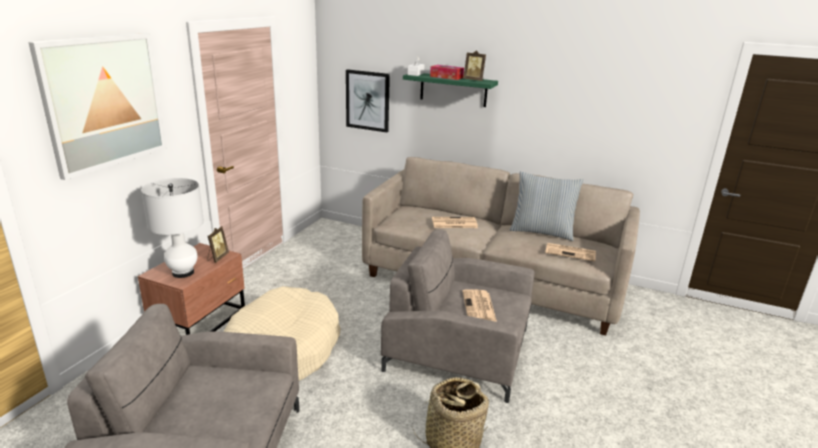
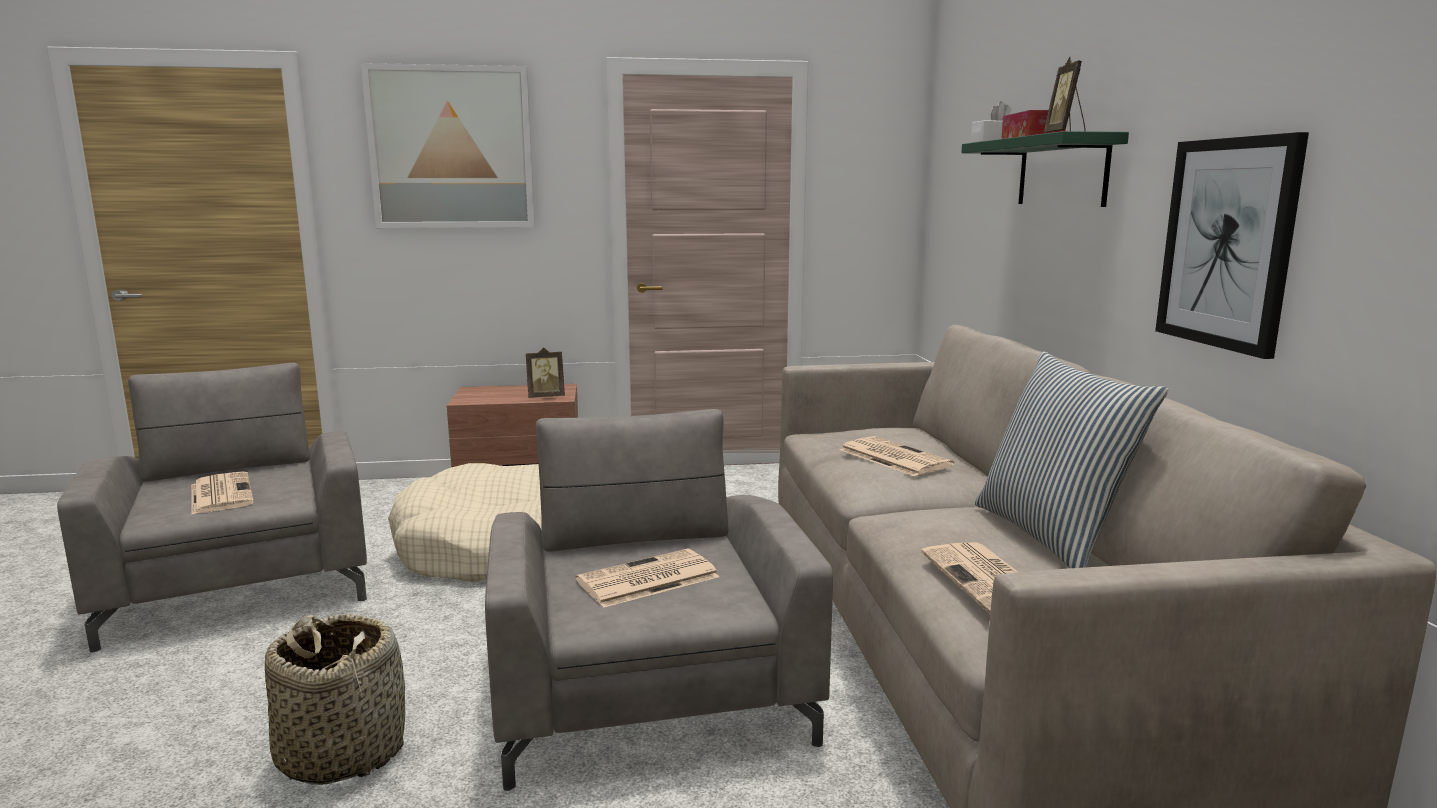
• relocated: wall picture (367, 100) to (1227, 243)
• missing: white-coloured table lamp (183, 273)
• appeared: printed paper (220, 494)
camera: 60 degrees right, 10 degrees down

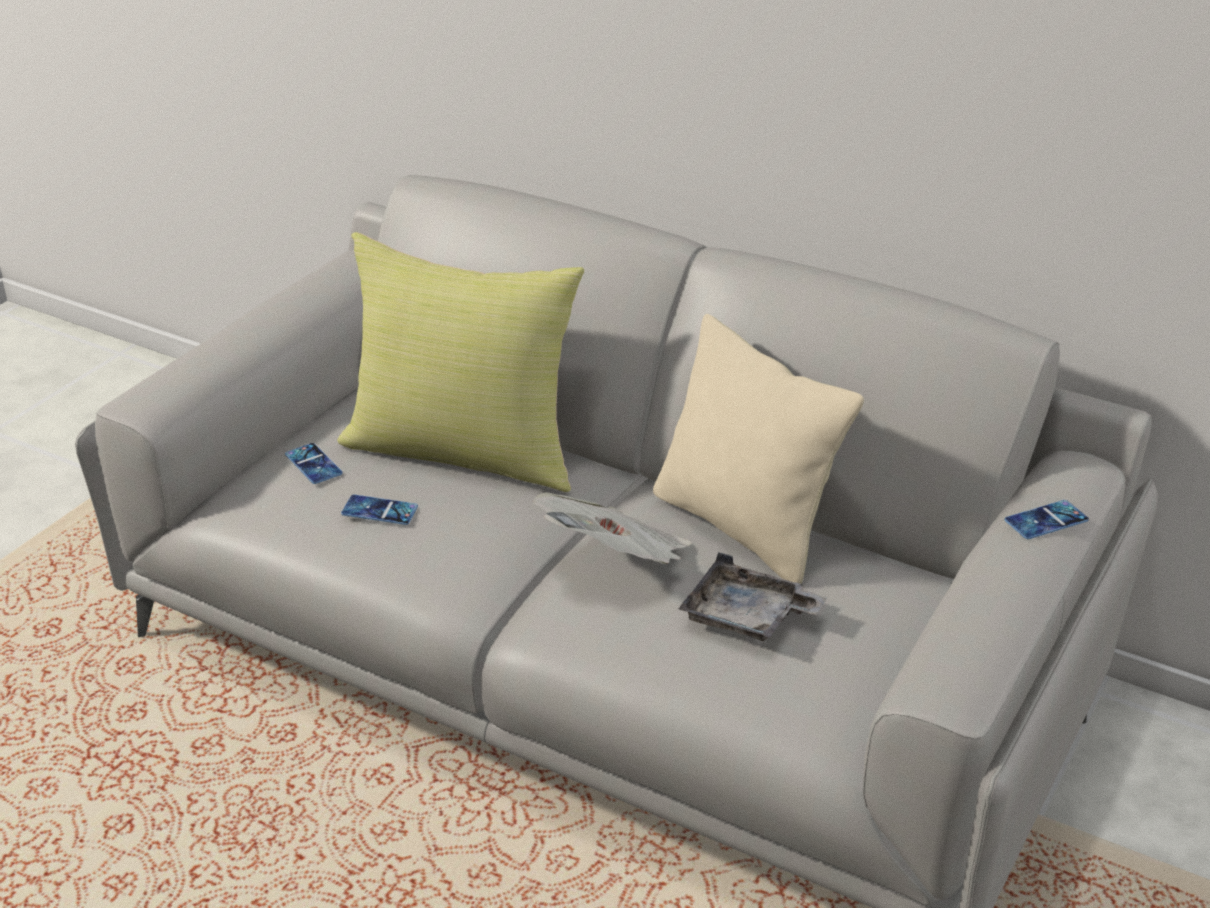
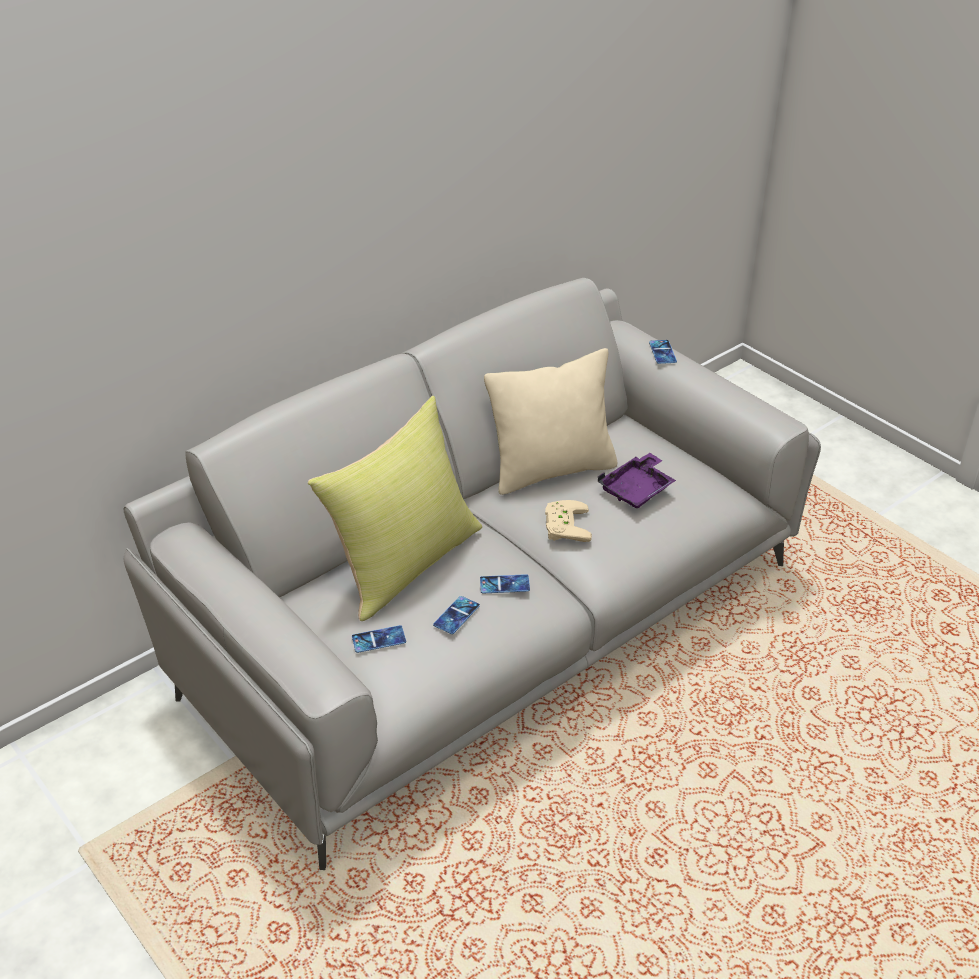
• exchanged: printed paper (616, 561) to sand-coloured gamepad (563, 525)
• colour: gray serving tray (747, 617) to purplish serving tray (637, 490)
• appeared: phone (504, 584)
camera: 70 degrees left, 5 degrees up

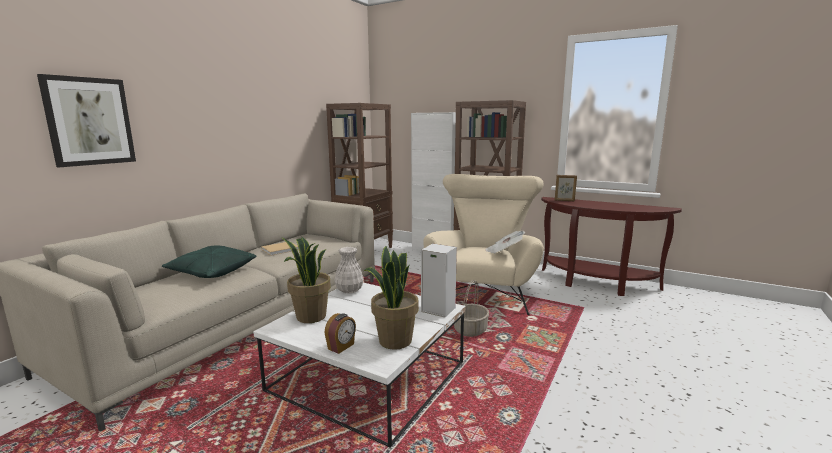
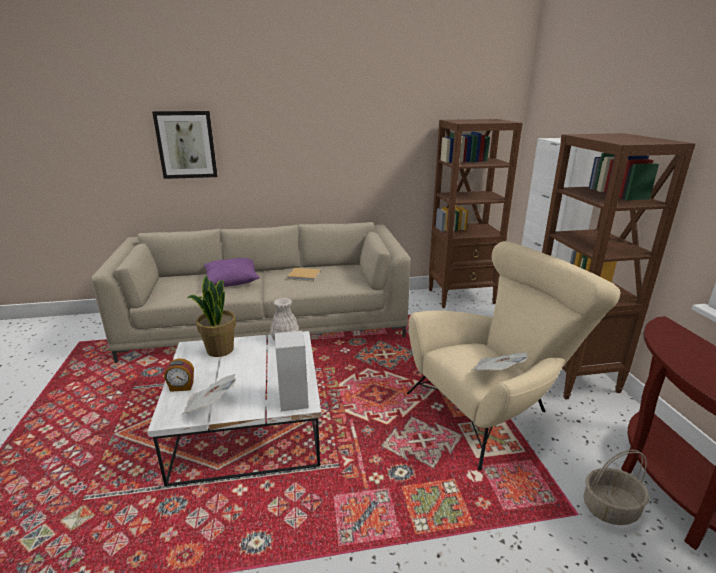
• missing: picture frame (564, 200)
• colour: green-coloured cushion (212, 272) to purplish cushion (231, 280)
• exchanged: houseplant (394, 341) to printed paper (210, 406)
• relocated: household basket (470, 330) to (610, 508)
camera: 50 degrees right, 10 degrees up

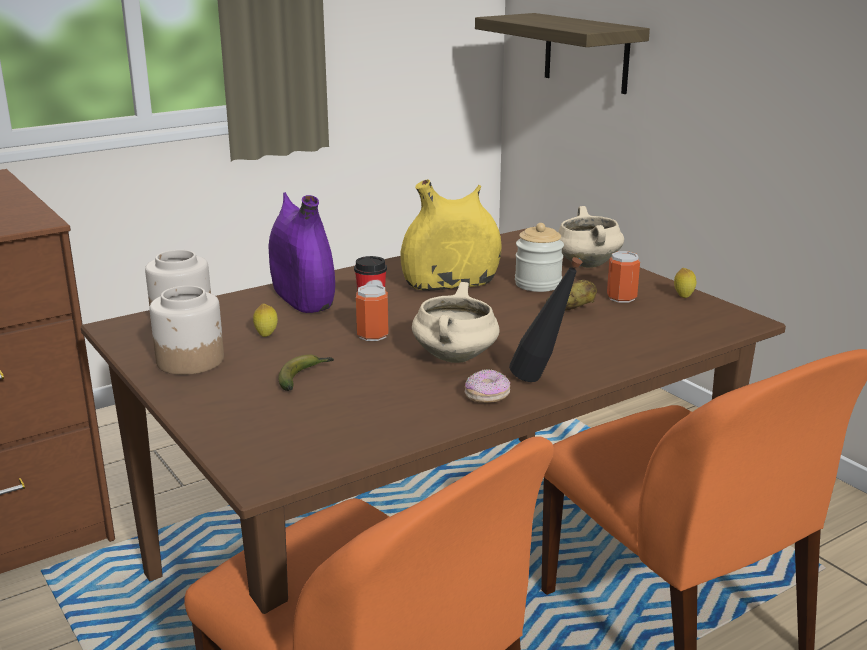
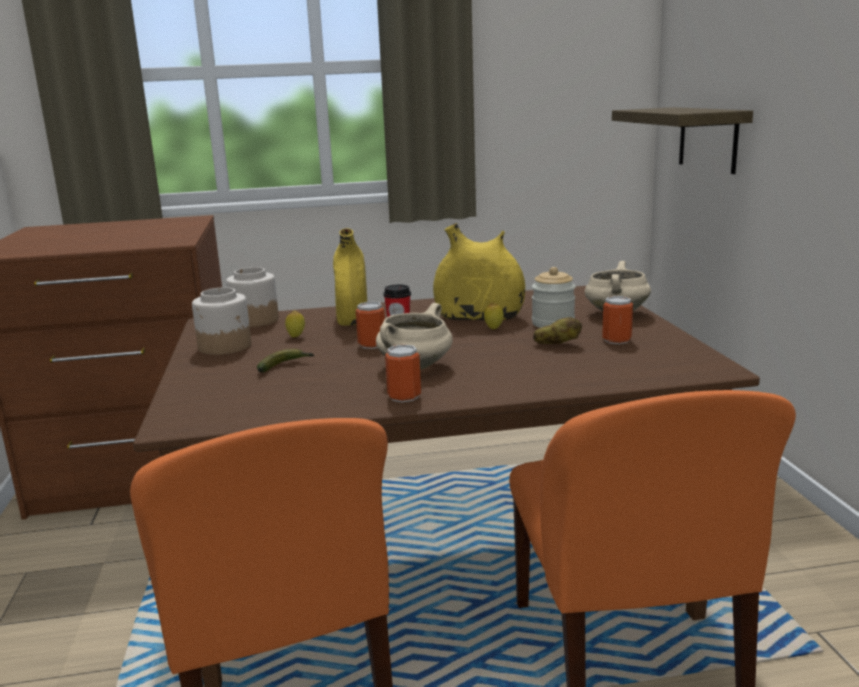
• colour: purplish flower vase (303, 299) to yellow-coloured flower vase (352, 317)
• missing: blackish beverage bottle (542, 381)
• relocated: whole lemon (683, 296) to (494, 328)
• exchanged: donut (487, 397) to can (404, 396)
camera: 25 degrees right, 5 degrees down

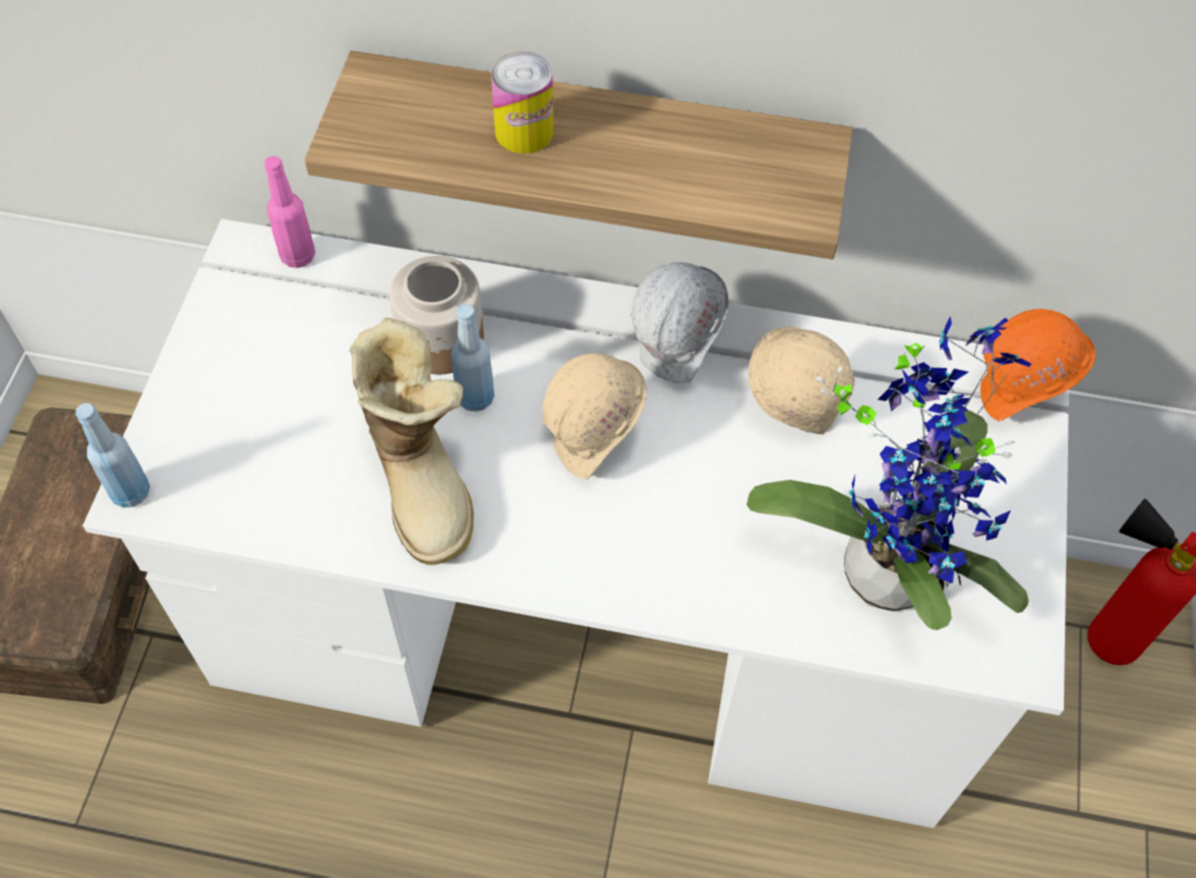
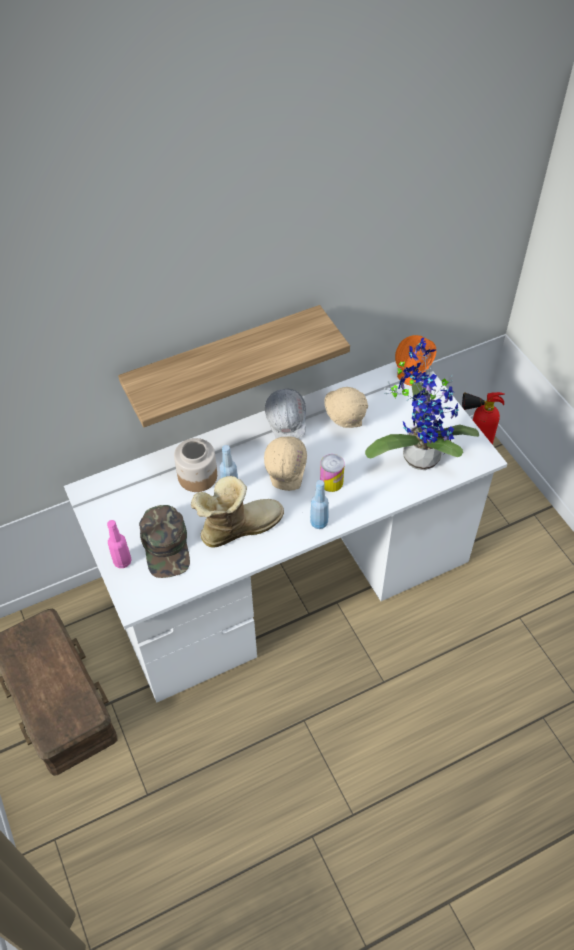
• relocated: can (524, 132) to (331, 482)
• relocated: pinkish beverage bottle (298, 256) to (122, 561)
• spun: boot (424, 478) = (238, 526) 60 degrees counterclockwise
• relocated: blue beverage bottle (131, 492) to (319, 522)
• appeared: green-coloured cap (166, 546)
camera: 35 degrees left, 5 degrees down

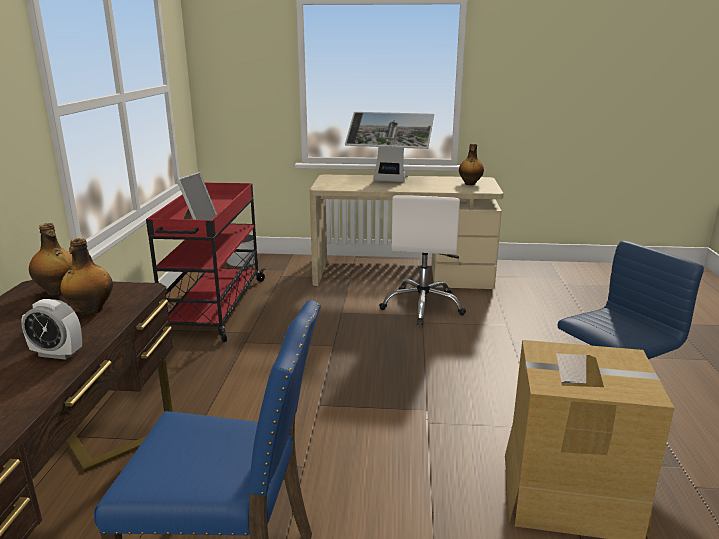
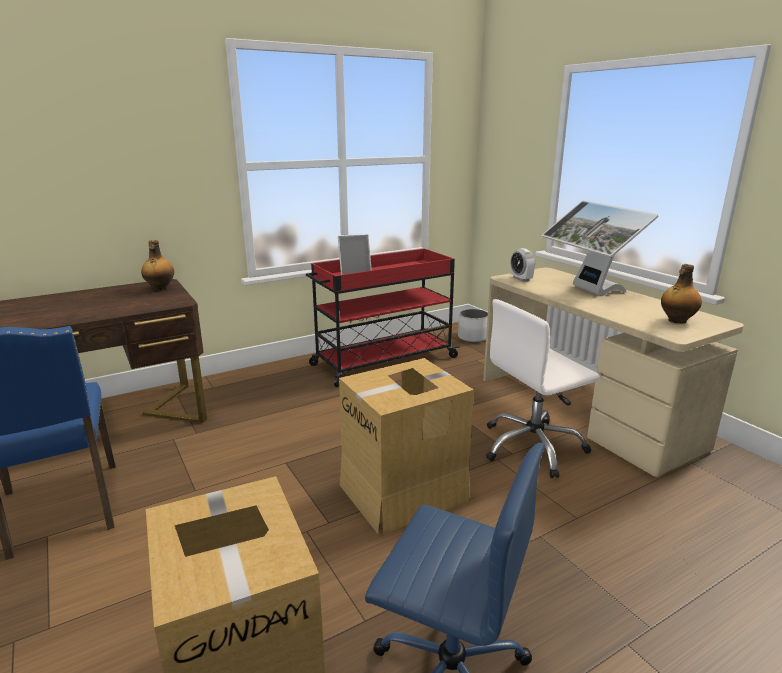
• missing: beverage bottle (90, 310)
• relocated: bedside clock (57, 354) to (521, 279)
• appeared: carton (404, 492)
camera: 55 degrees right, 0 degrees up

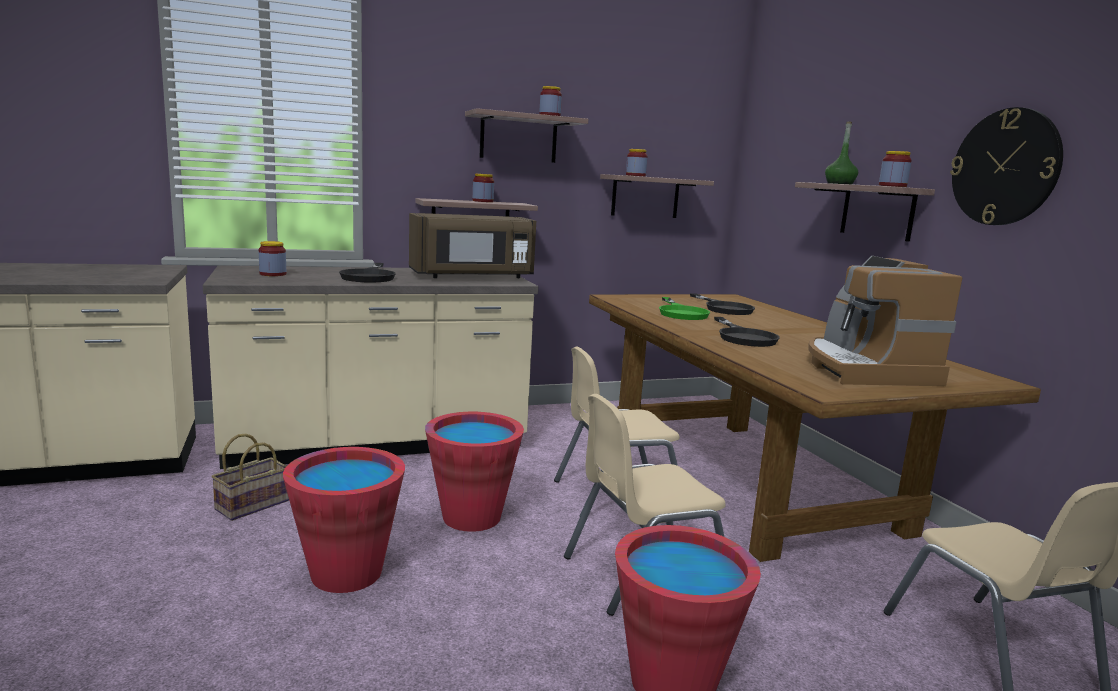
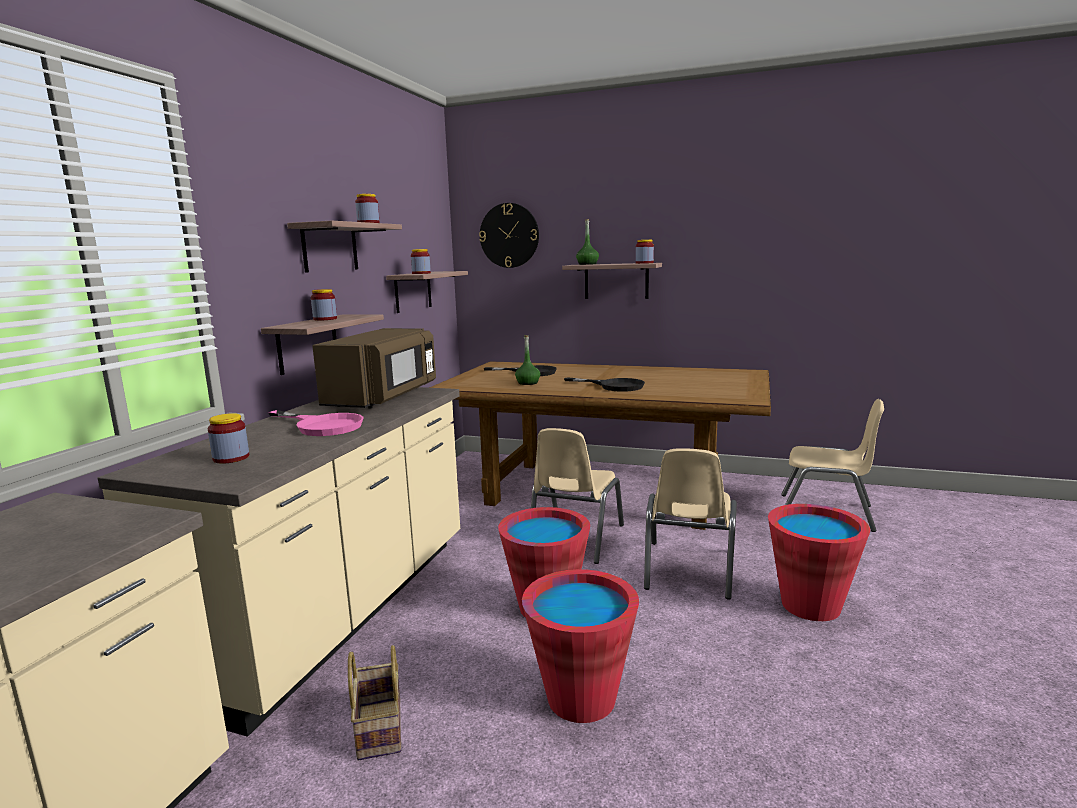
• relocated: clock on the wall (1005, 167) to (509, 235)
• missing: coffee machine (864, 369)
• colour: blackish frying pan (369, 276) to pinkish frying pan (322, 426)
• exchanged: green-coloured frying pan (681, 313) to green-coloured beverage bottle (528, 383)
camera: 50 degrees left, 0 degrees up

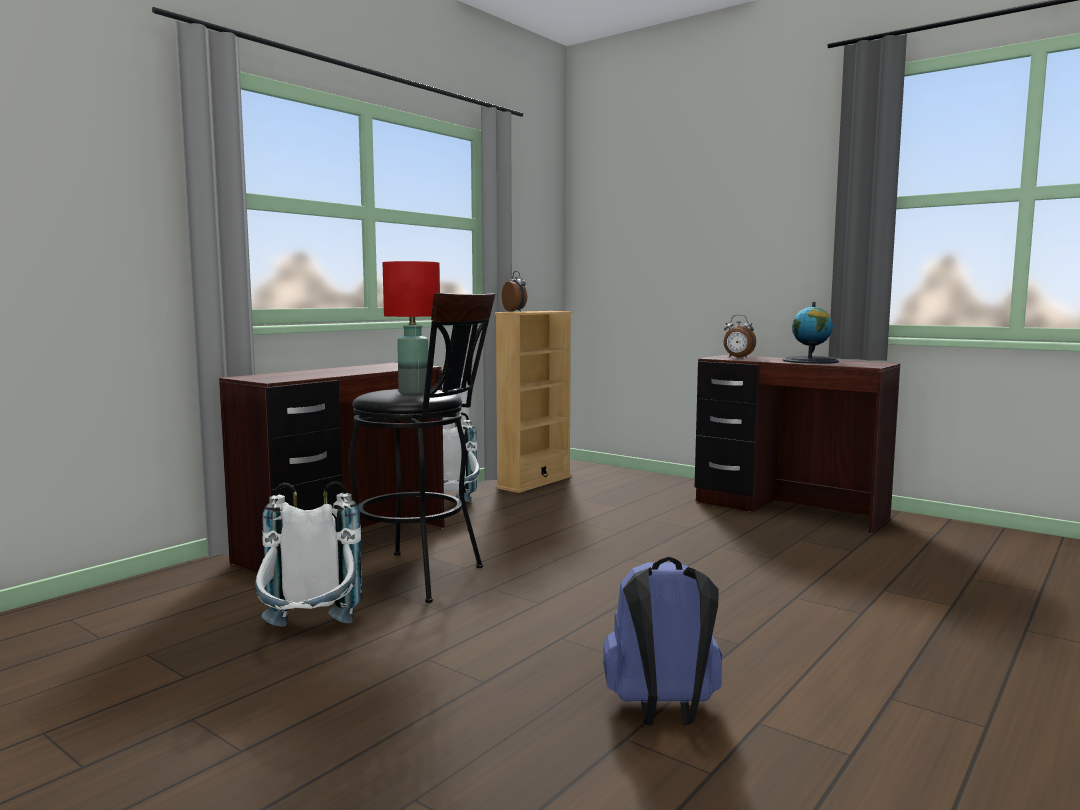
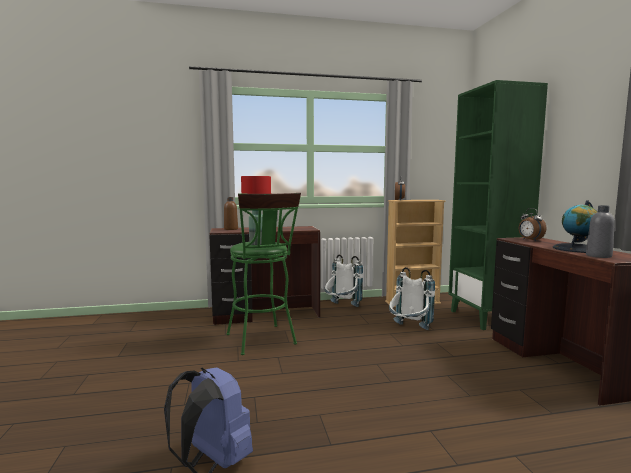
• colour: blackish stool (423, 577) to green-coloured stool (263, 341)
• relocated: white-coloured backpack (310, 637) to (409, 330)
• appeared: green-coloured shelving unit (486, 318)
• appeared: brown beverage bottle (231, 229)
• appeared: gray beverage bottle (598, 256)
camera: 40 degrees right, 0 degrees up

